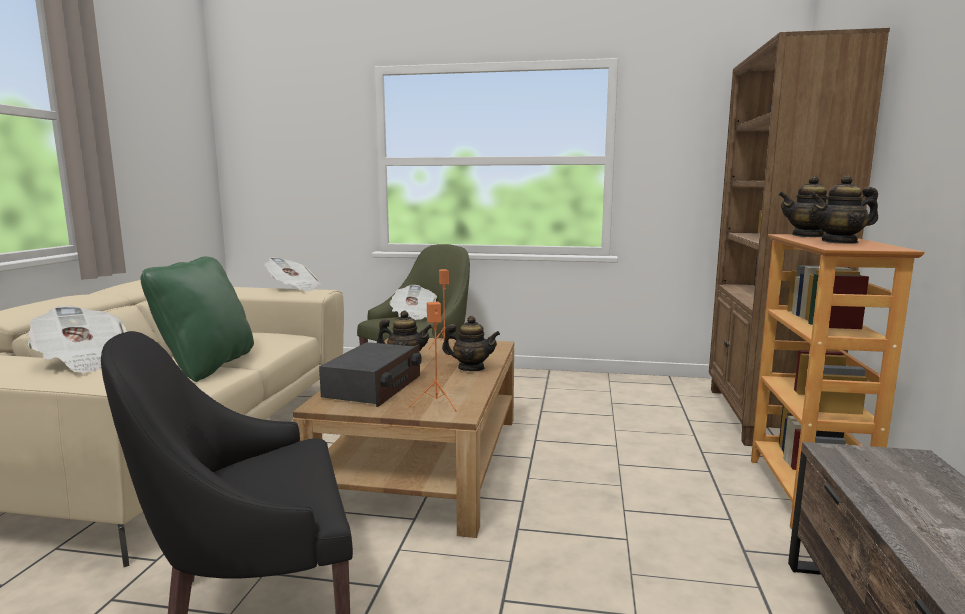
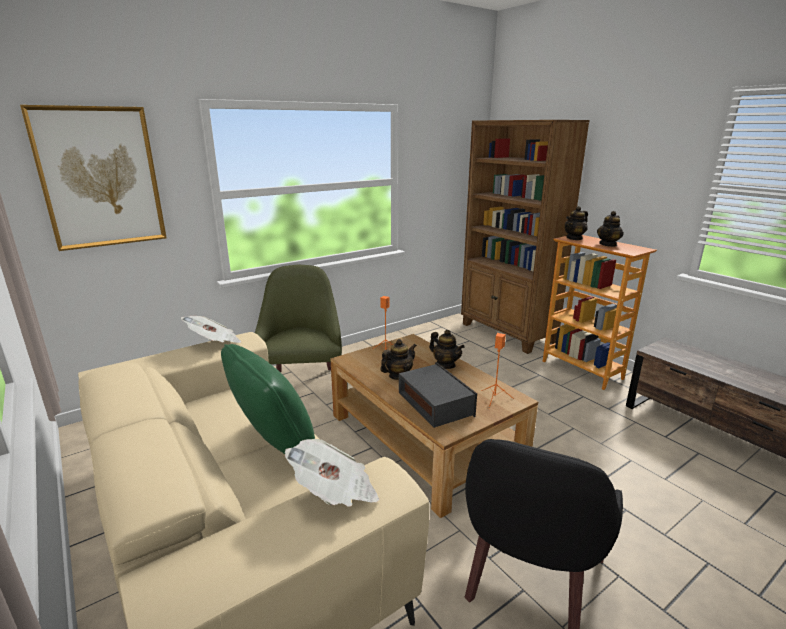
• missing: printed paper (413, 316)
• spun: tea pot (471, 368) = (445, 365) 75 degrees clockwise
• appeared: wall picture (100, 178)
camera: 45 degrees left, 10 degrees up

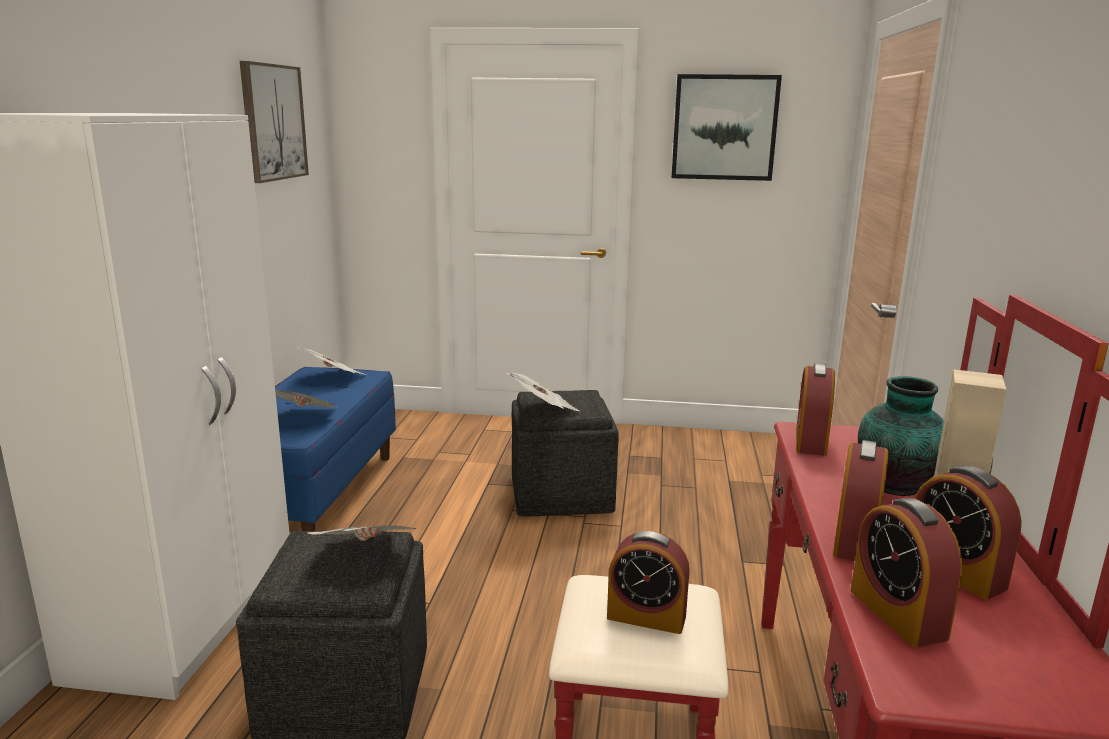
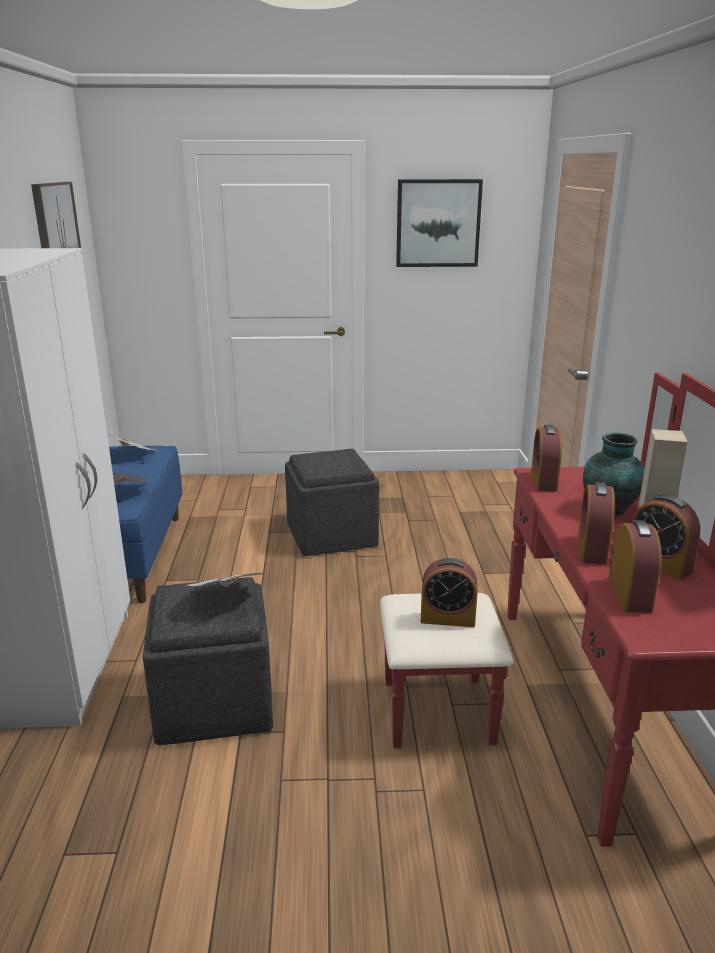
• missing: printed paper (543, 410)
• spun: bedside clock (897, 613) = (629, 594) 150 degrees counterclockwise
camera: 10 degrees left, 5 degrees up

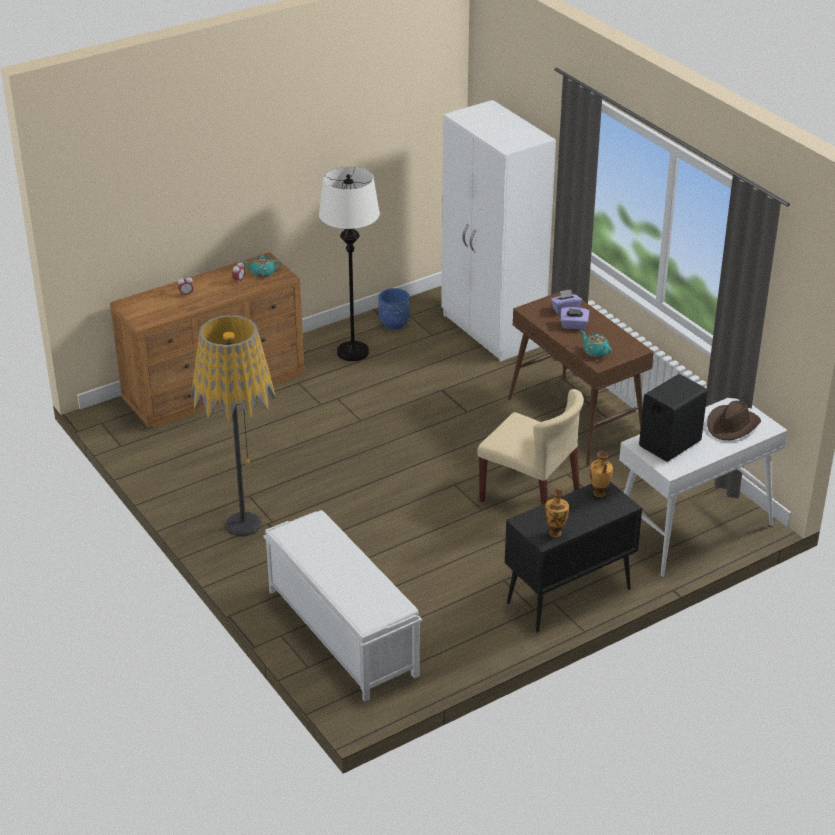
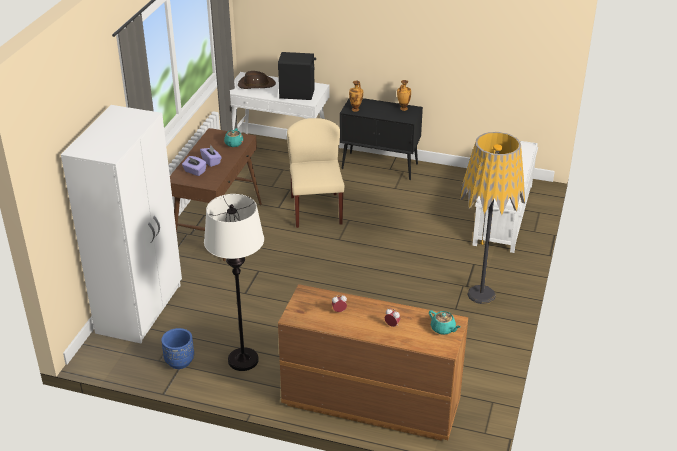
• relocated: turquoise tea pot (262, 273) to (443, 329)
camera: 130 degrees left, 0 degrees up

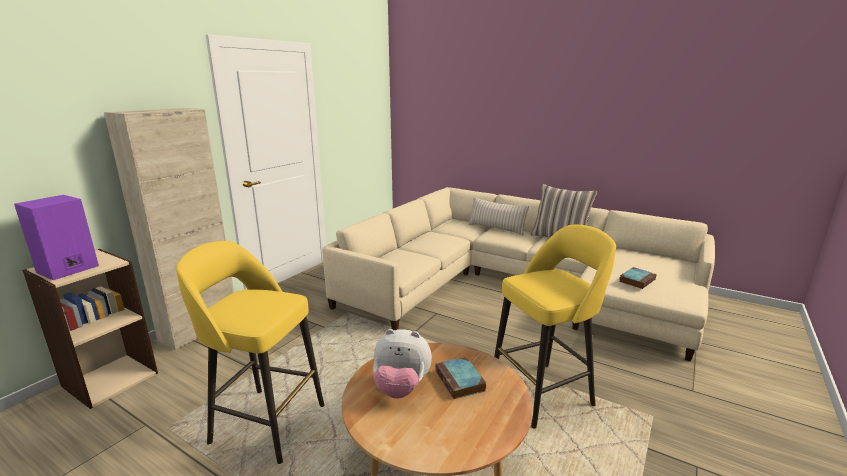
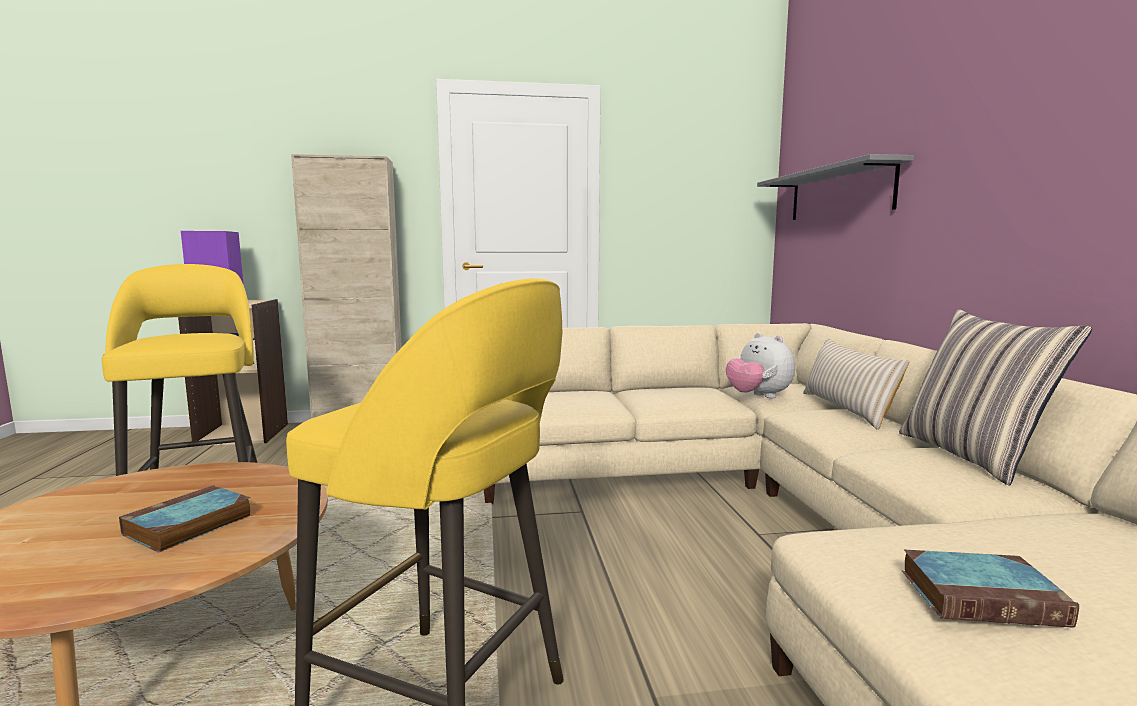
• relocated: cuddly toy (401, 388) to (758, 396)
• appeared: gray shelf (839, 193)
camera: 50 degrees right, 10 degrees down

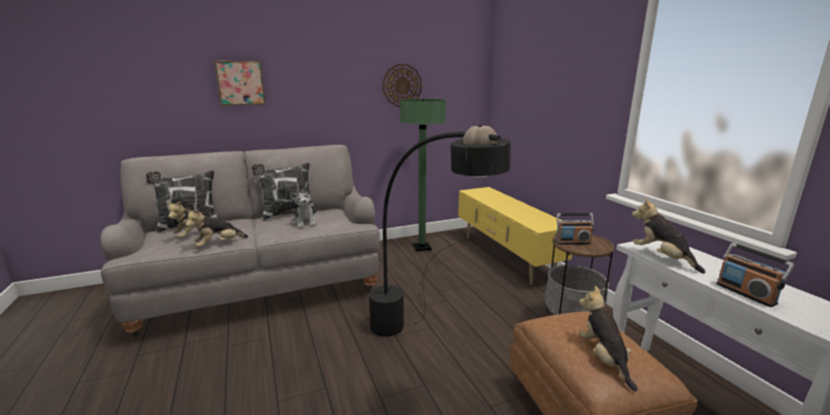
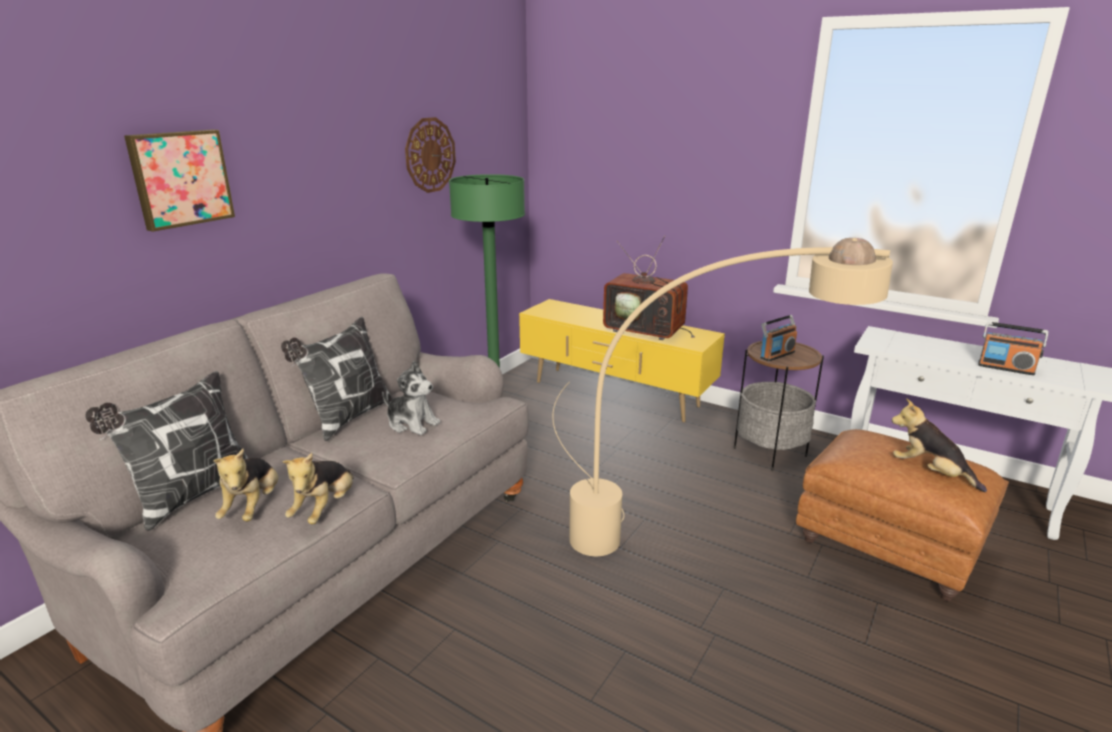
• colour: blackish standard lamp (426, 341) to sand-coloured standard lamp (661, 537)
• missing: cuddly toy (662, 258)
• appeared: TV (647, 330)
camera: 35 degrees left, 5 degrees up

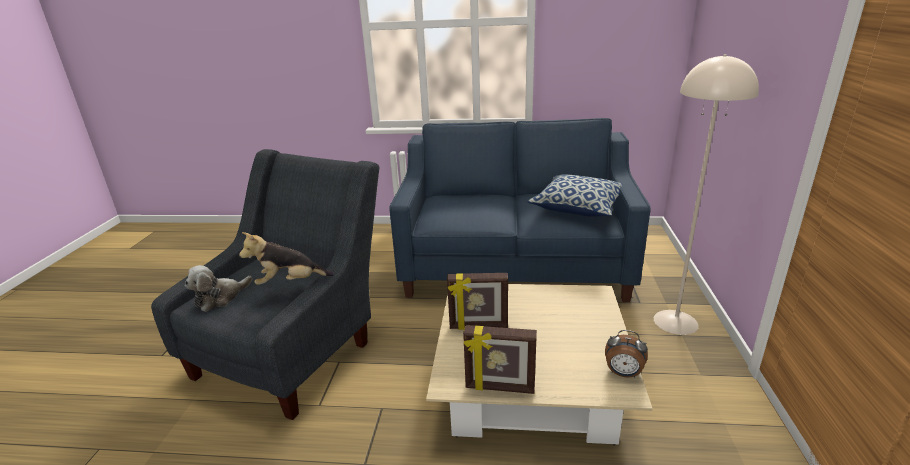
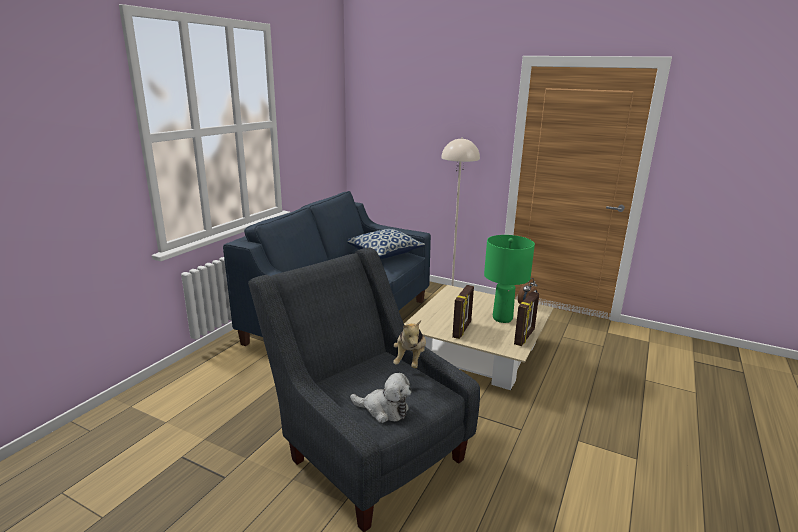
• spun: cuddly toy (220, 298) = (384, 410) 45 degrees counterclockwise
• appeared: green-coloured table lamp (502, 318)
camera: 70 degrees left, 5 degrees down

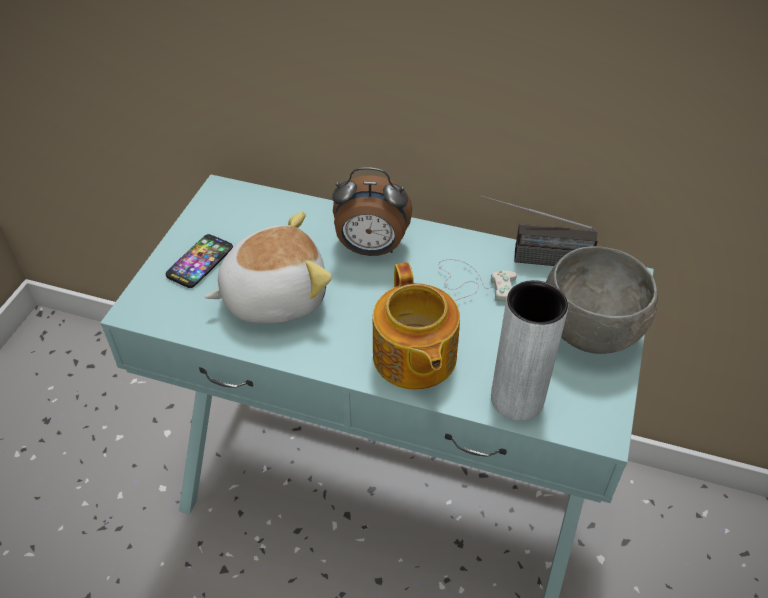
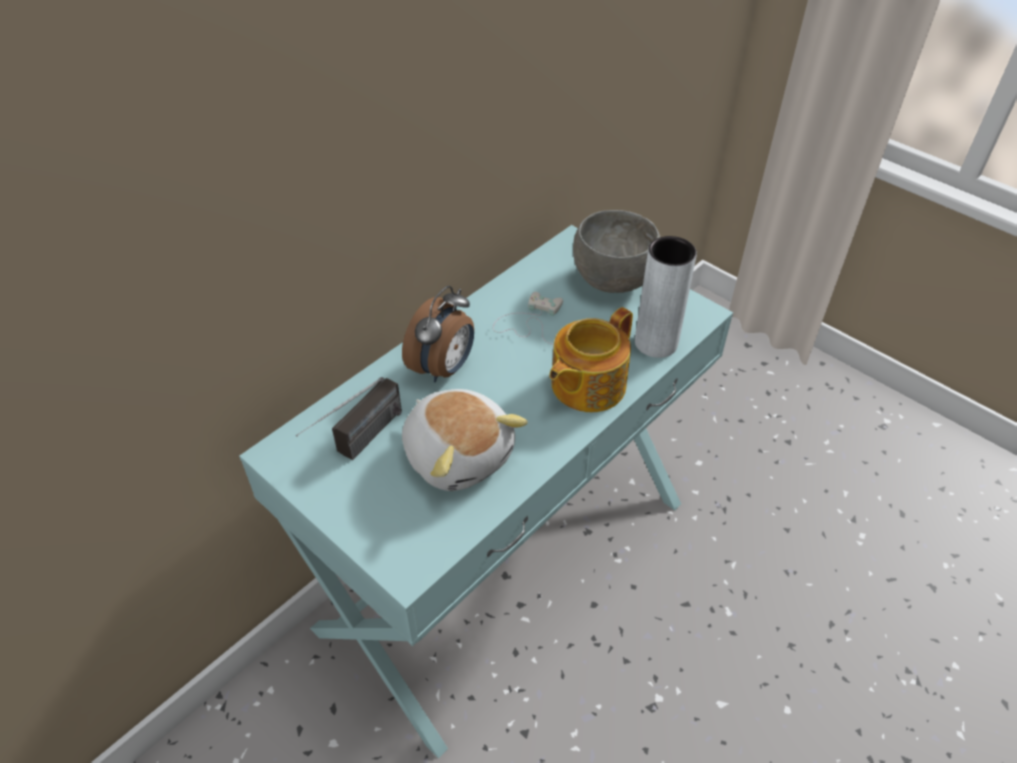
• relocated: radio receiver (531, 259) to (358, 445)
• spun: cuddly toy (274, 296) = (458, 454) 135 degrees clockwise
• missing: phone (200, 262)
• spun: tea pot (413, 358) = (586, 385) 120 degrees clockwise
camera: 65 degrees left, 0 degrees up

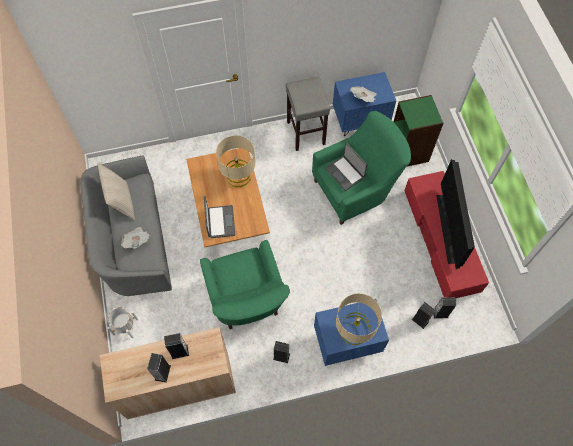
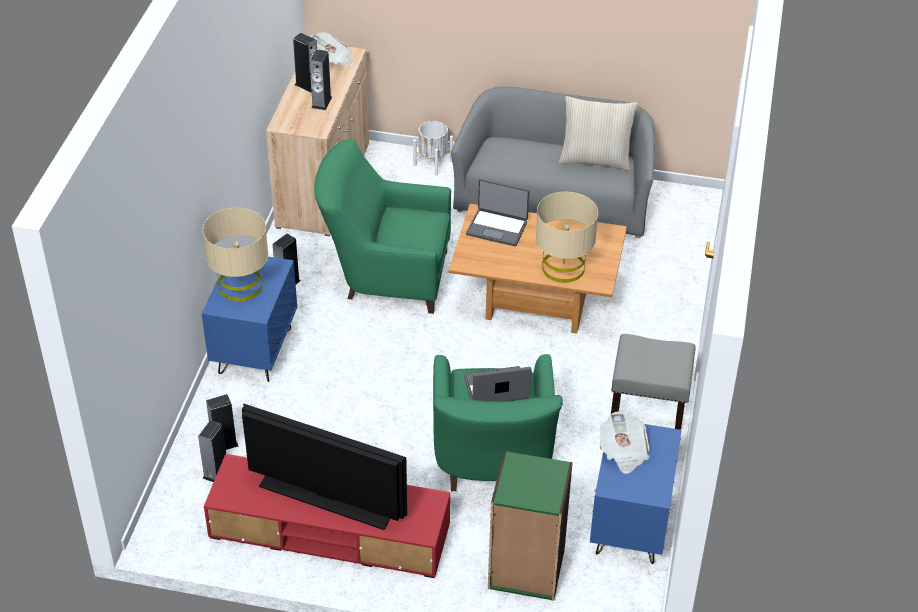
• relocated: printed paper (137, 241) to (333, 59)
camera: 115 degrees right, 20 degrees down

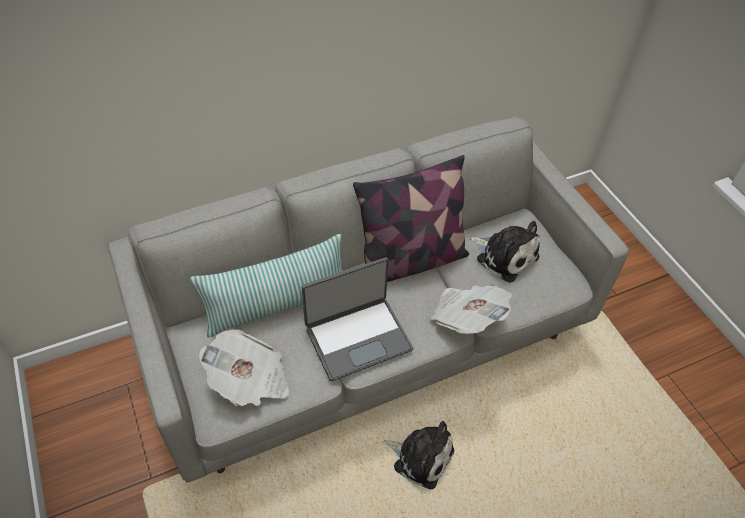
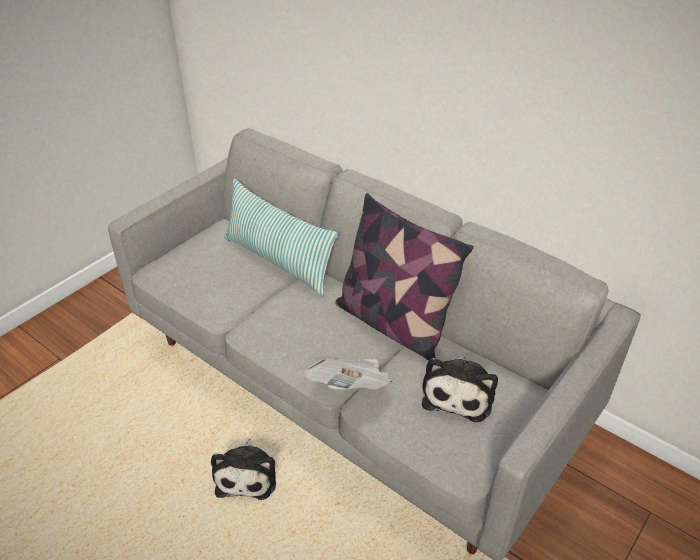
• missing: notebook computer (358, 337)
• missing: printed paper (250, 381)
camera: 65 degrees right, 10 degrees down

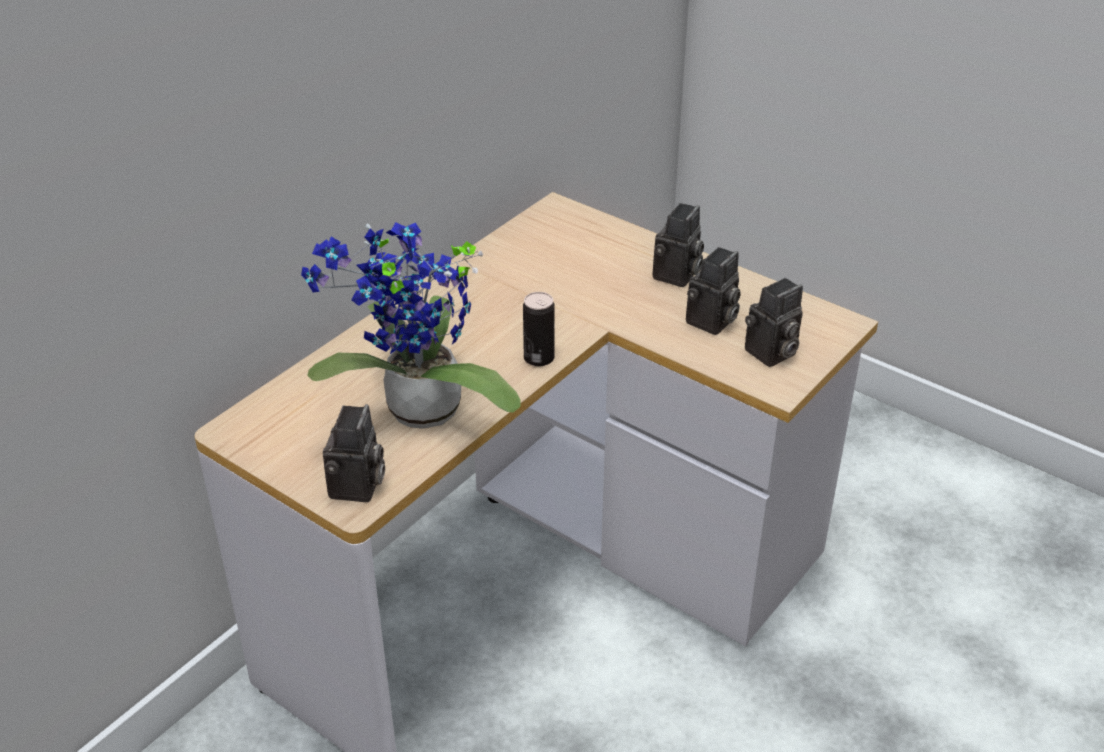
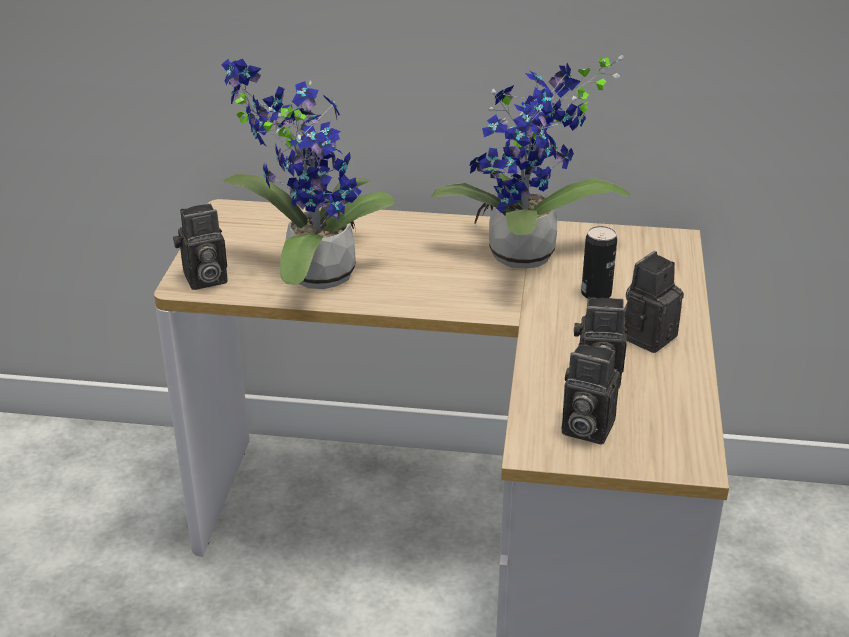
• spun: photo camera (677, 276) = (648, 335) 135 degrees clockwise
• relocated: can (539, 358) to (596, 294)
• appeared: houseplant (525, 259)
camera: 60 degrees right, 5 degrees down

